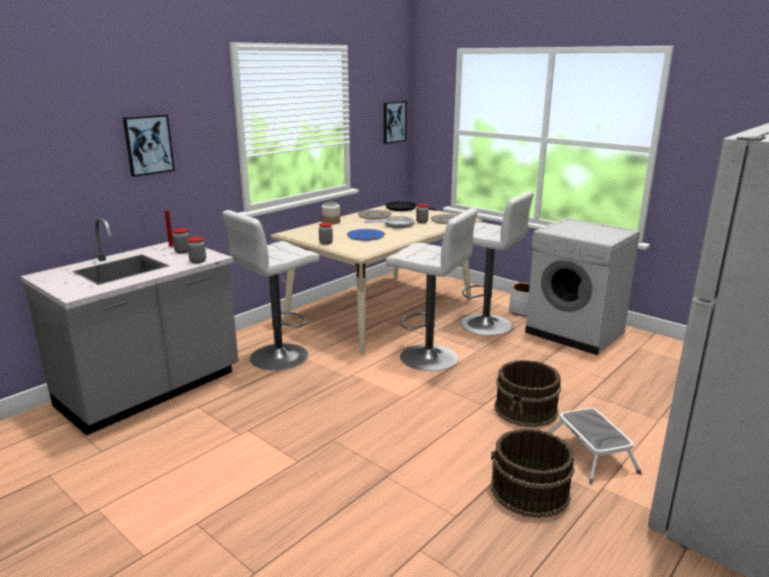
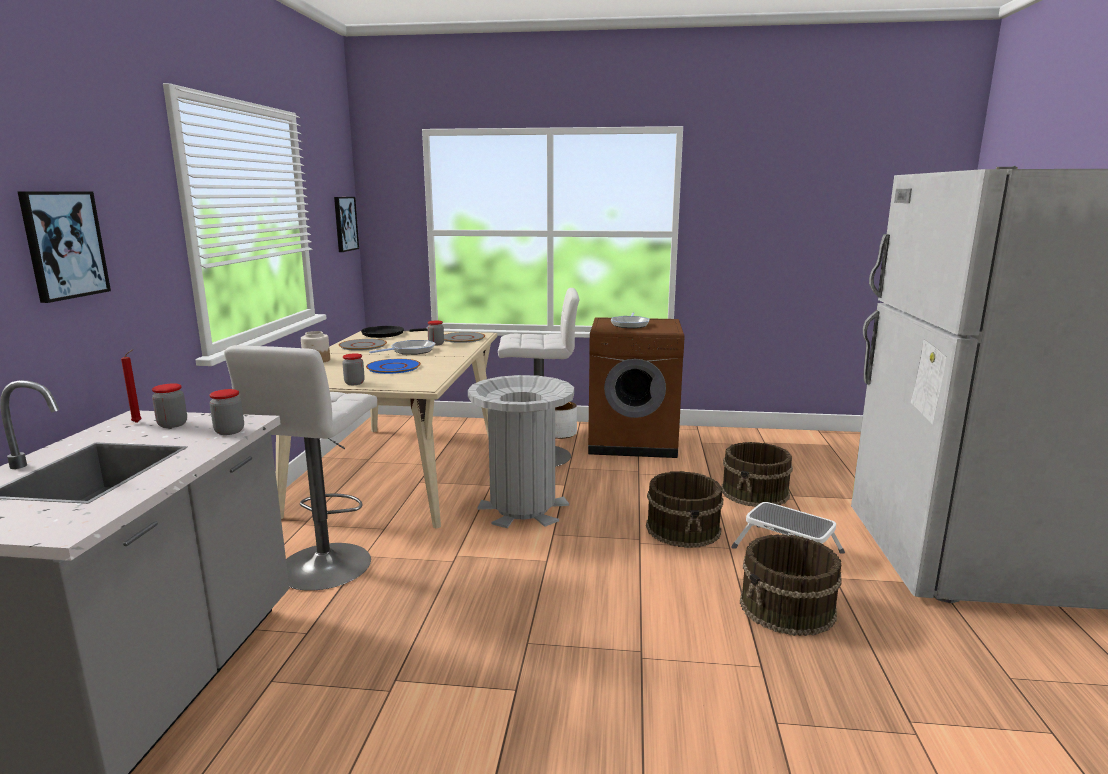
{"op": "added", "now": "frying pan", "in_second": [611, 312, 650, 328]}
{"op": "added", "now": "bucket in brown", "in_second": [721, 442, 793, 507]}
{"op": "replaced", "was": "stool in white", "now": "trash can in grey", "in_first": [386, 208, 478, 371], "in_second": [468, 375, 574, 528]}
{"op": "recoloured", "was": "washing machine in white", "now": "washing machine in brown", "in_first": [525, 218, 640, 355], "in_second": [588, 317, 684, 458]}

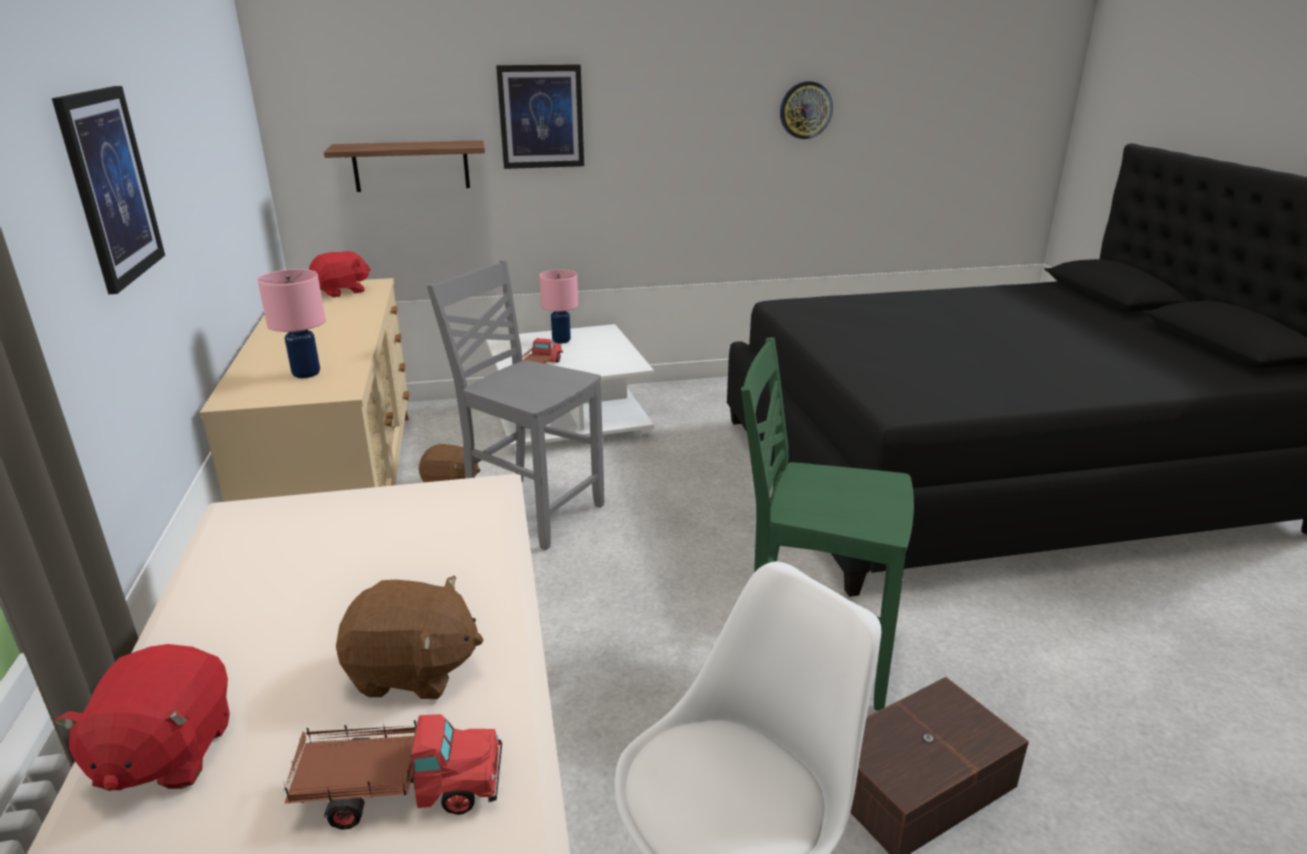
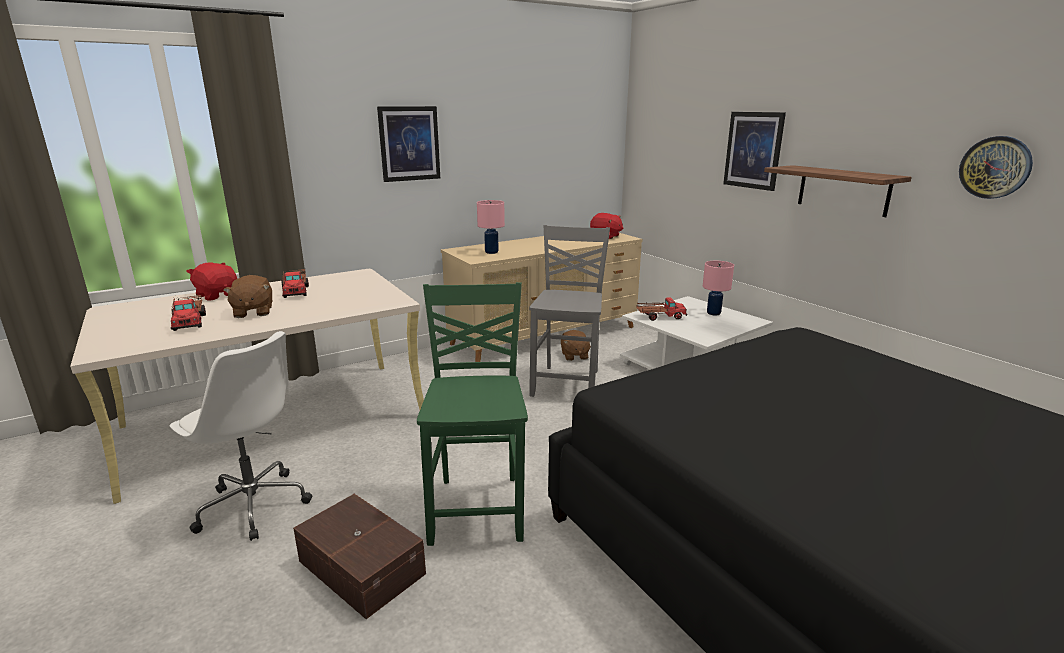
{"op": "added", "now": "toy truck", "in_second": [282, 269, 309, 298]}
{"op": "moved", "was": "shelf", "in_first": [324, 140, 485, 192], "in_second": [764, 165, 912, 217]}
{"op": "turned", "was": "plush toy in red", "in_first": [54, 644, 230, 791], "in_second": [186, 263, 237, 301], "clockwise": 60}

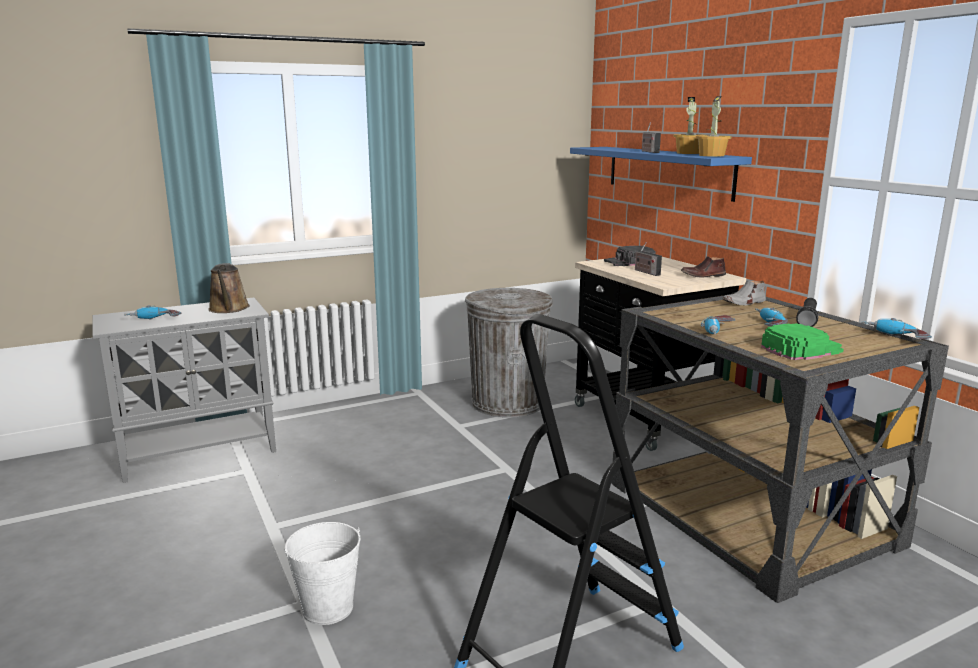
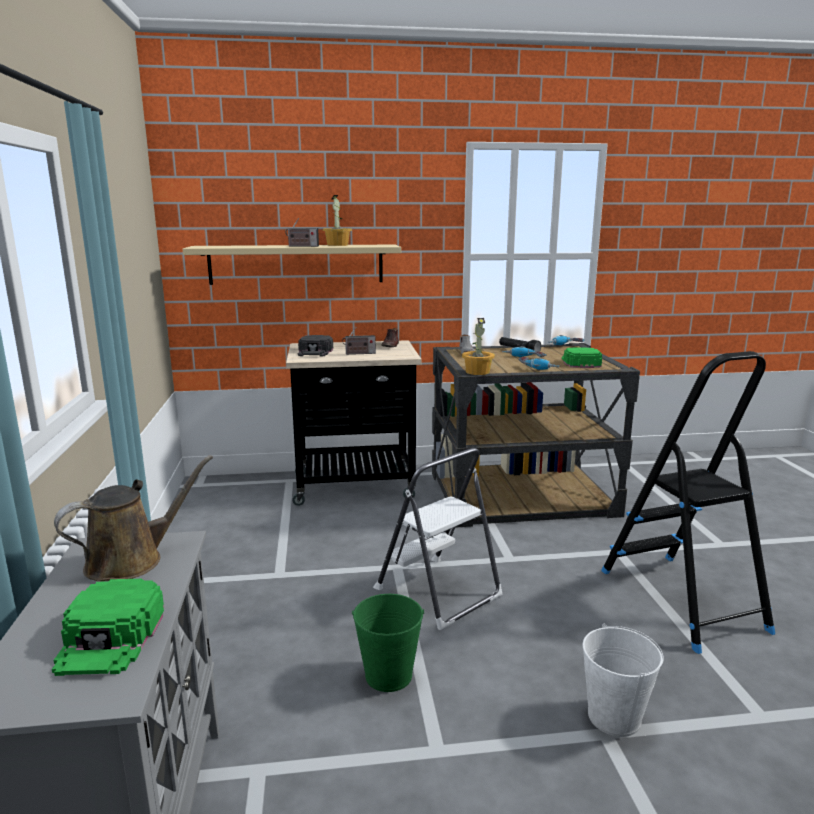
{"op": "removed", "was": "trash can in grey", "in_first": [465, 288, 553, 418]}
{"op": "added", "now": "bucket in green", "in_second": [352, 594, 424, 692]}
{"op": "added", "now": "step ladder in white", "in_second": [373, 448, 502, 630]}
{"op": "moved", "was": "potted plant", "in_first": [696, 96, 732, 157], "in_second": [462, 318, 495, 375]}
{"op": "replaced", "was": "power drill", "now": "cap in green", "in_first": [124, 305, 182, 319], "in_second": [52, 579, 164, 676]}
{"op": "recoloured", "was": "shelf in blue", "now": "shelf in beige", "in_first": [570, 147, 752, 202], "in_second": [183, 244, 401, 285]}
{"op": "turned", "was": "watering can in brown", "in_first": [208, 263, 250, 313], "in_second": [54, 455, 213, 581], "clockwise": -45}

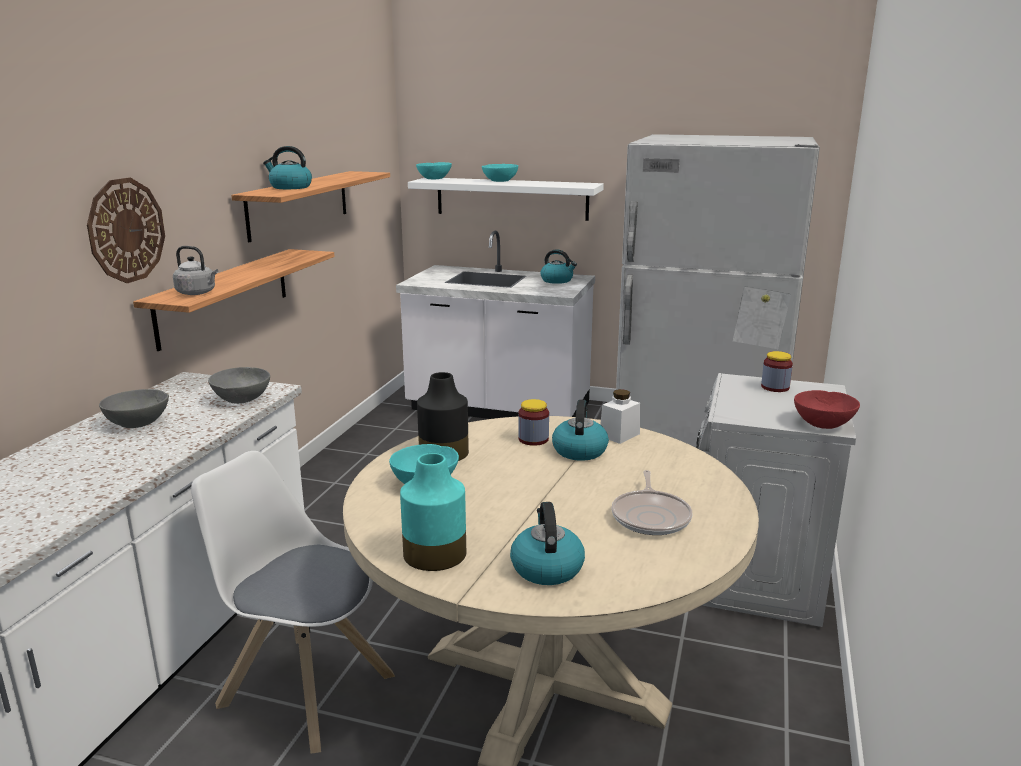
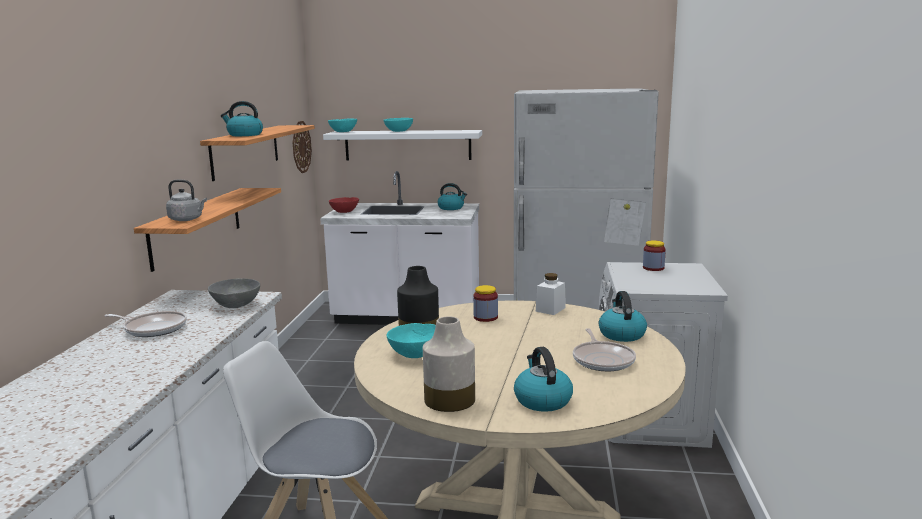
{"op": "moved", "was": "wall clock", "in_first": [87, 177, 165, 283], "in_second": [293, 121, 312, 173]}
{"op": "moved", "was": "kettle", "in_first": [552, 400, 609, 461], "in_second": [599, 291, 647, 342]}
{"op": "moved", "was": "bowl in red", "in_first": [794, 390, 860, 429], "in_second": [329, 197, 359, 213]}
{"op": "replaced", "was": "bowl in grey", "now": "frying pan", "in_first": [99, 389, 169, 428], "in_second": [105, 311, 187, 337]}
{"op": "recoloured", "was": "vase in turquoise", "now": "vase in beige", "in_first": [400, 453, 466, 571], "in_second": [423, 316, 475, 412]}

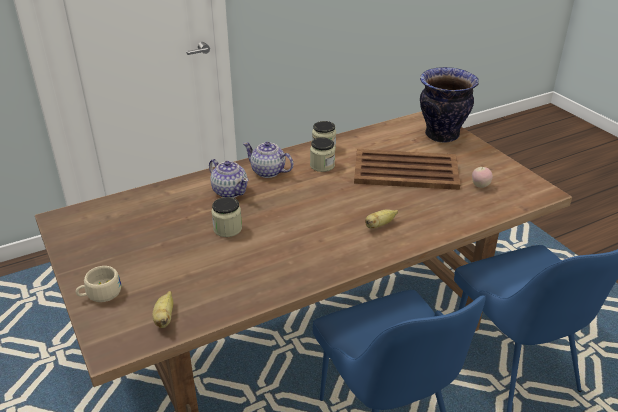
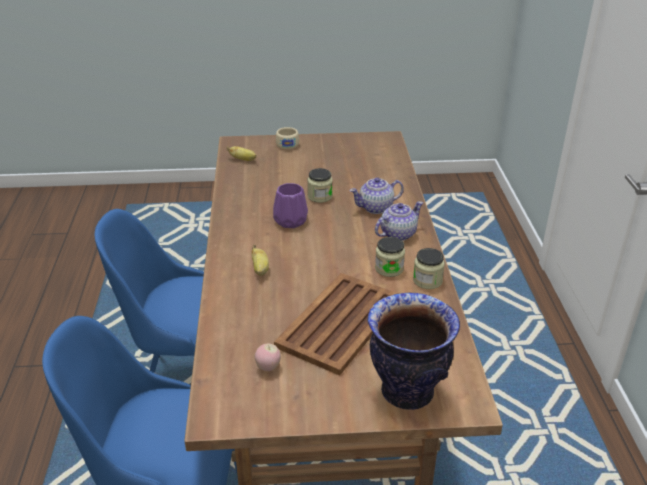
{"op": "added", "now": "vase in purple", "in_second": [273, 183, 308, 228]}

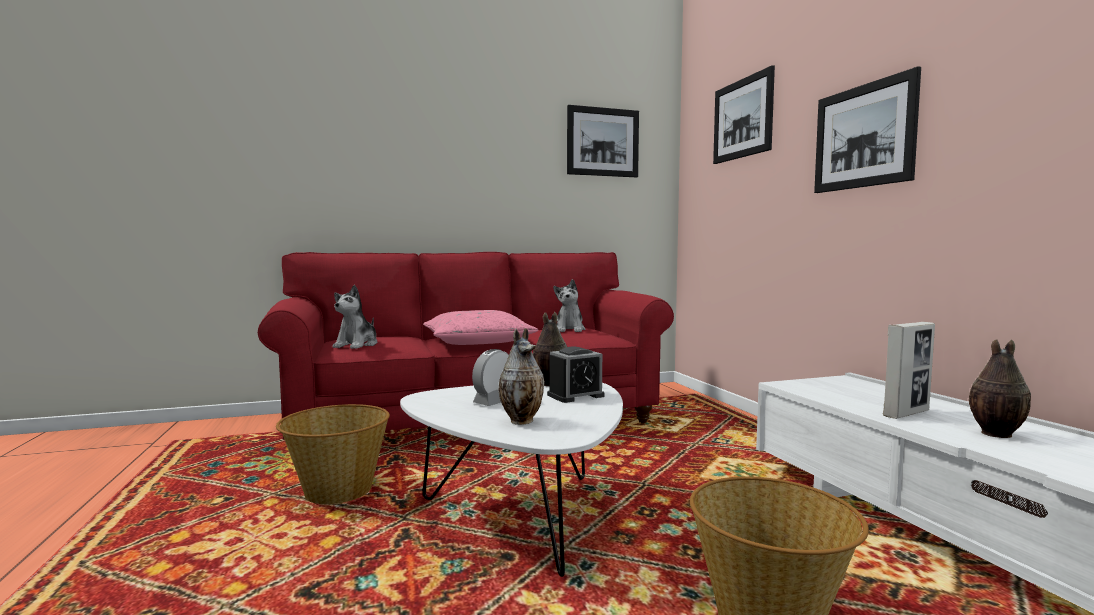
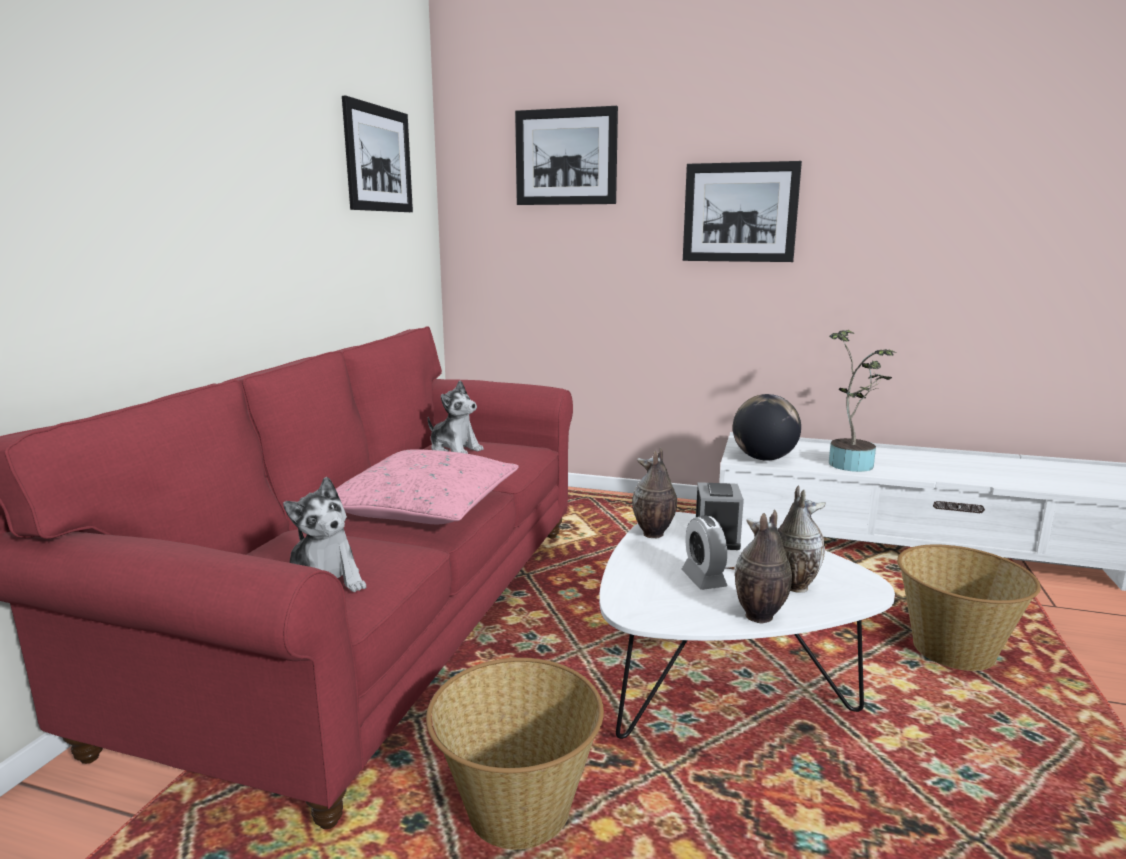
{"op": "added", "now": "globe", "in_second": [733, 394, 801, 461]}
{"op": "moved", "was": "vase", "in_first": [969, 339, 1031, 438], "in_second": [735, 510, 792, 623]}
{"op": "replaced", "was": "picture frame", "now": "potted plant", "in_first": [883, 322, 935, 419], "in_second": [829, 330, 897, 472]}

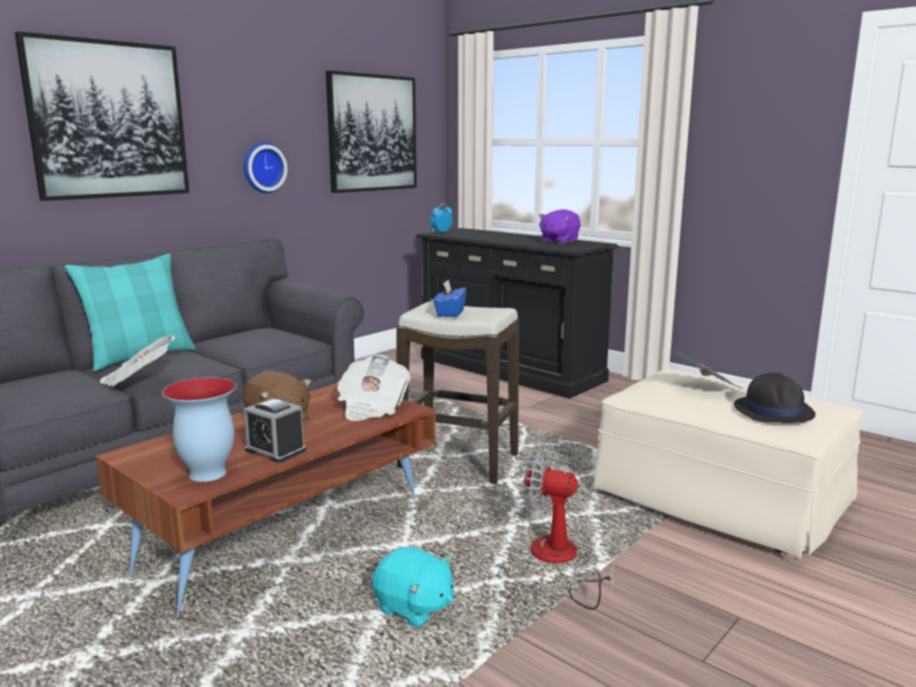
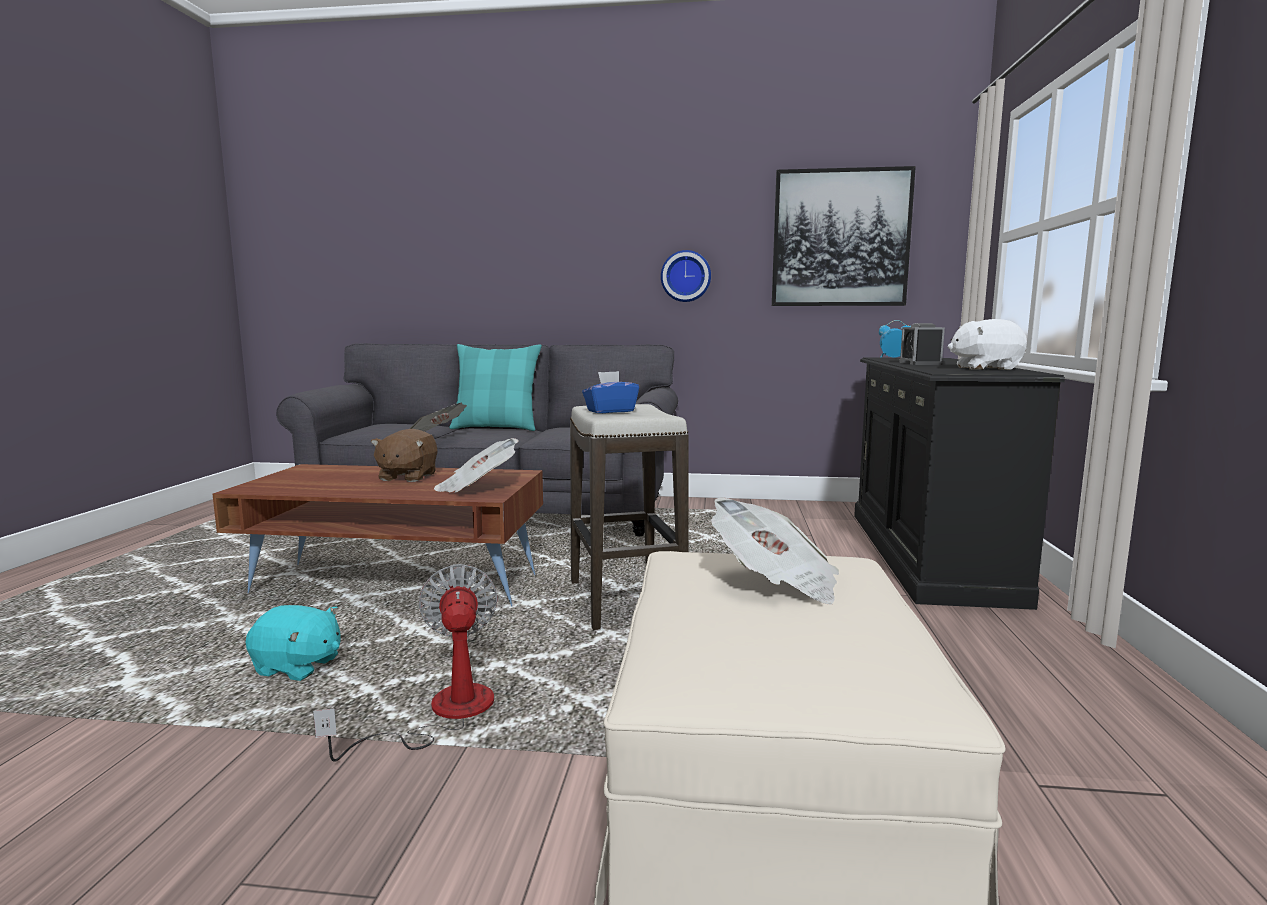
{"op": "removed", "was": "picture", "in_first": [15, 31, 189, 201]}
{"op": "removed", "was": "vase", "in_first": [162, 377, 236, 482]}
{"op": "removed", "was": "hat in black", "in_first": [734, 373, 816, 423]}
{"op": "moved", "was": "alarm clock", "in_first": [244, 398, 306, 463], "in_second": [899, 323, 945, 365]}
{"op": "recoloured", "was": "plush toy in purple", "now": "plush toy in white", "in_first": [539, 209, 580, 244], "in_second": [948, 319, 1027, 370]}
{"op": "turned", "was": "plush toy in turquoise", "in_first": [372, 546, 454, 628], "in_second": [246, 605, 341, 681], "clockwise": -75}

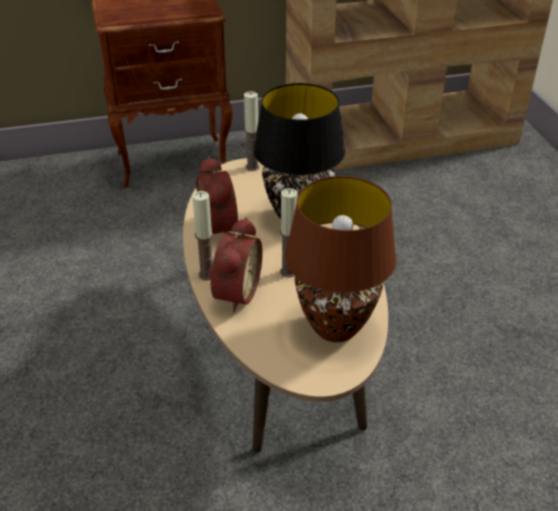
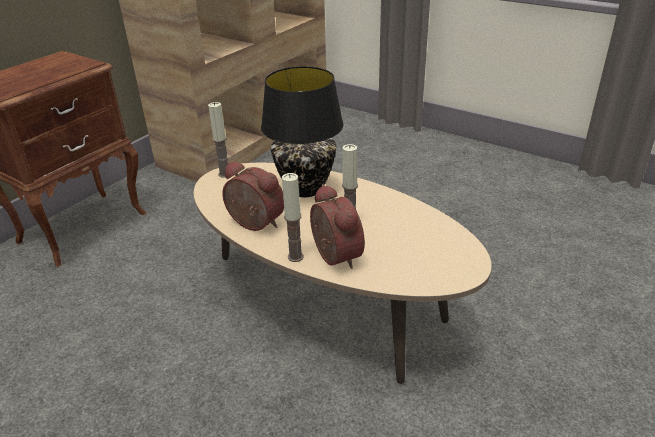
{"op": "removed", "was": "table lamp in brown", "in_first": [285, 176, 397, 342]}

